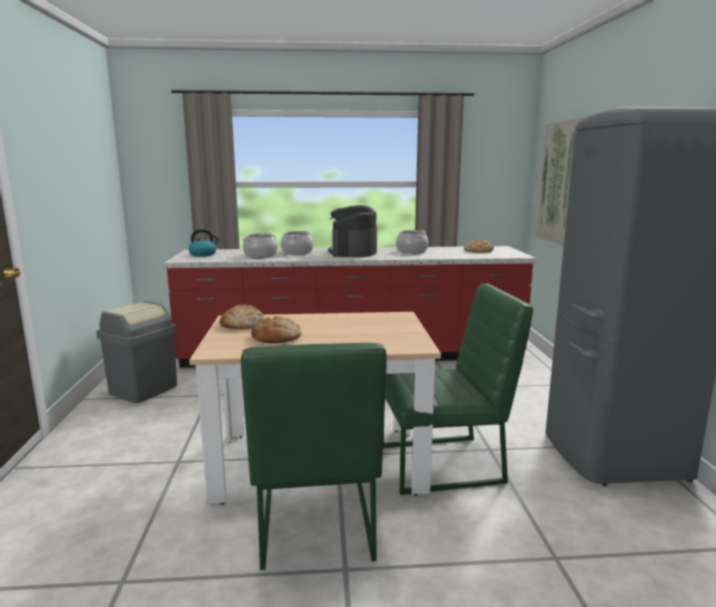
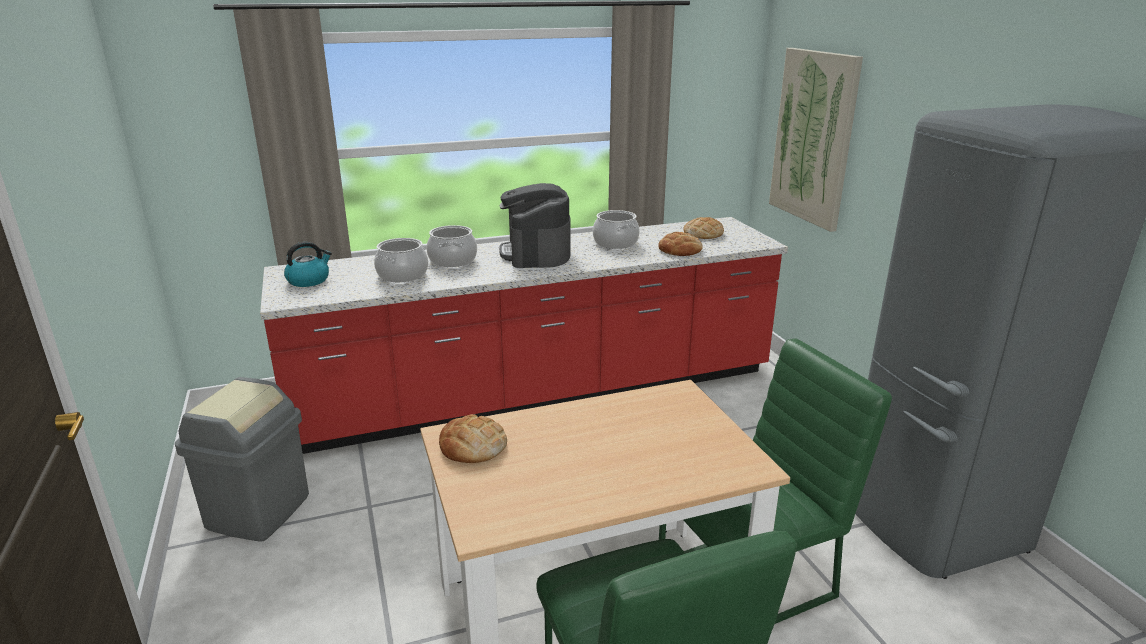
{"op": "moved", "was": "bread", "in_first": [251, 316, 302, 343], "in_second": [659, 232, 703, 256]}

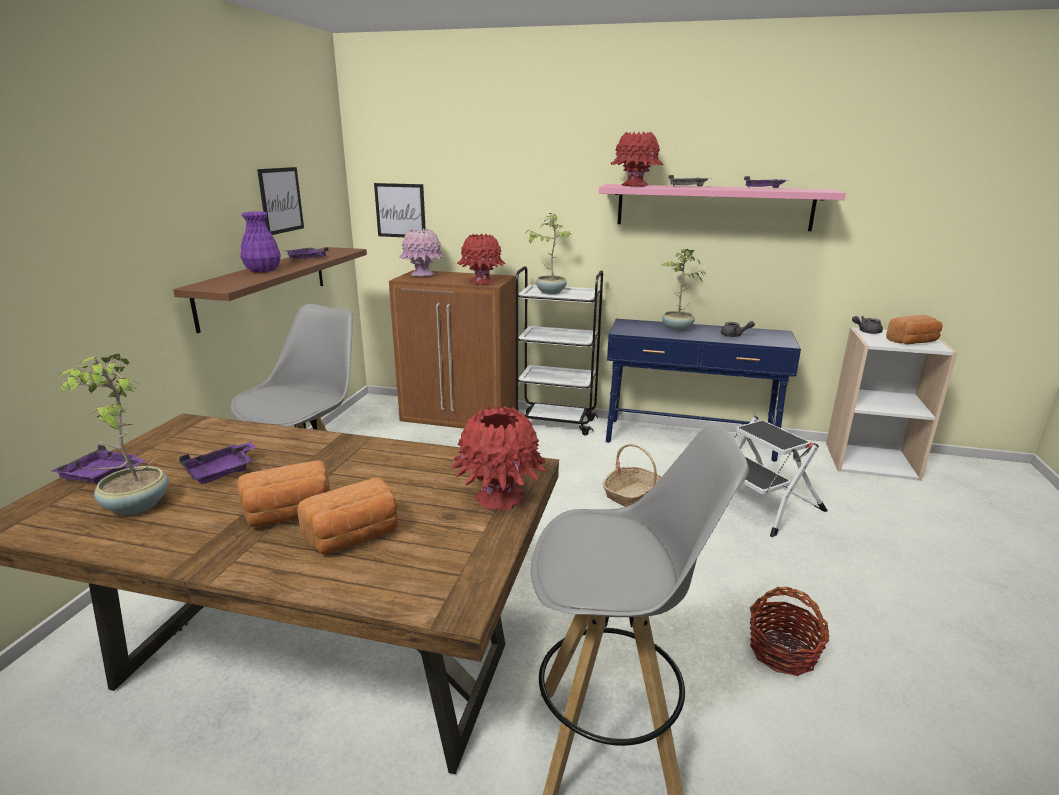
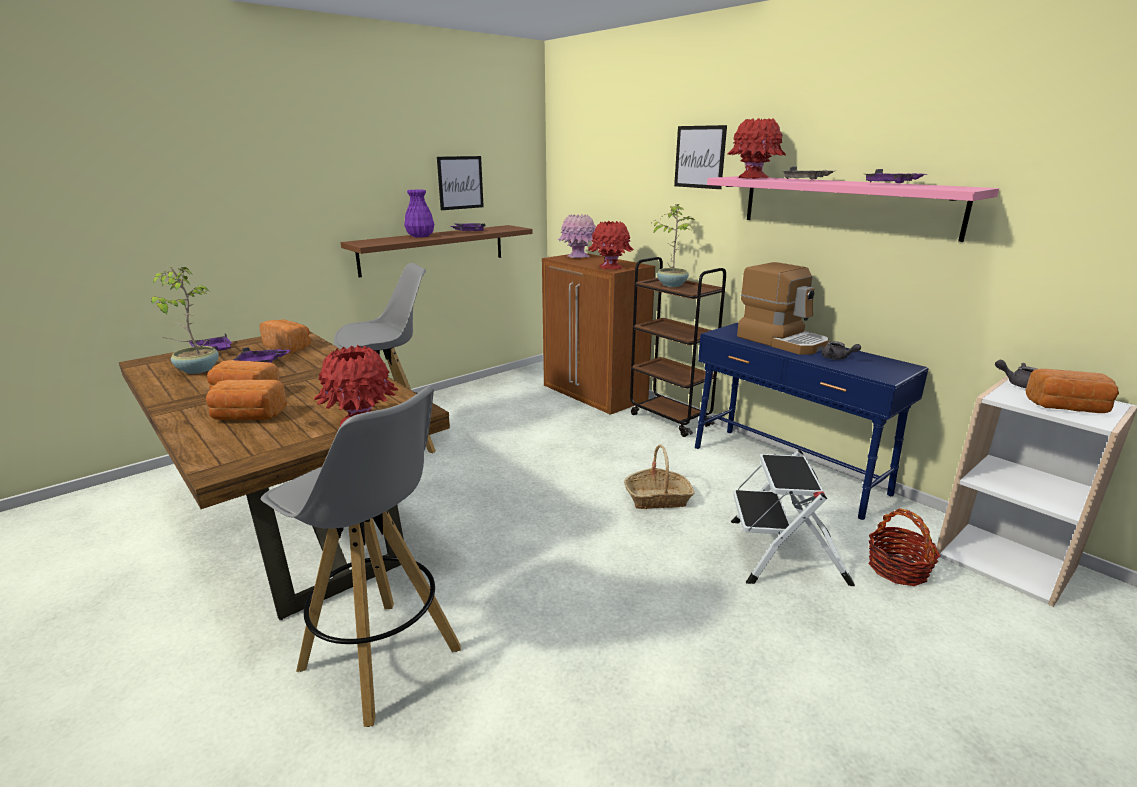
{"op": "added", "now": "bread", "in_second": [259, 319, 311, 353]}
{"op": "moved", "was": "picture", "in_first": [374, 183, 426, 237], "in_second": [674, 125, 727, 189]}
{"op": "moved", "was": "basket", "in_first": [750, 587, 829, 676], "in_second": [869, 508, 940, 586]}
{"op": "replaced", "was": "potted plant", "now": "coffee machine", "in_first": [662, 249, 706, 331], "in_second": [737, 262, 829, 355]}
{"op": "recoloured", "was": "cart in white", "now": "cart in brown", "in_first": [515, 266, 603, 435], "in_second": [630, 257, 726, 437]}

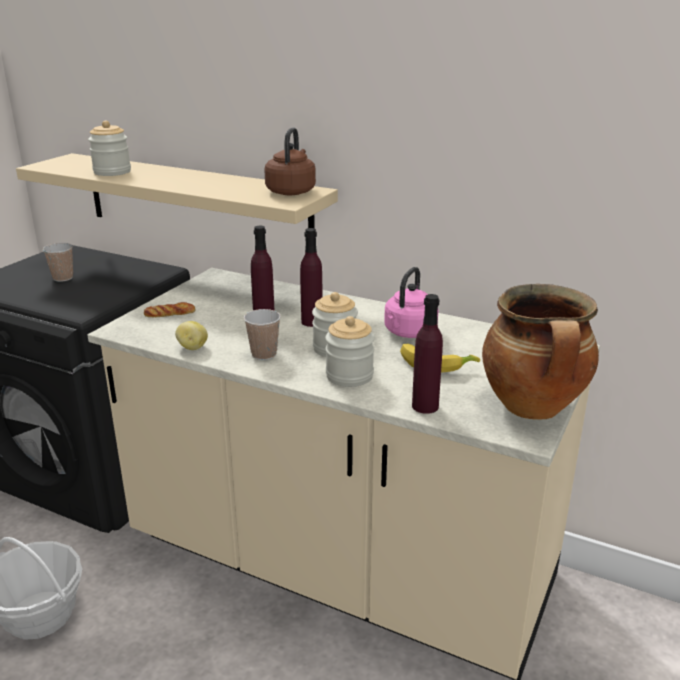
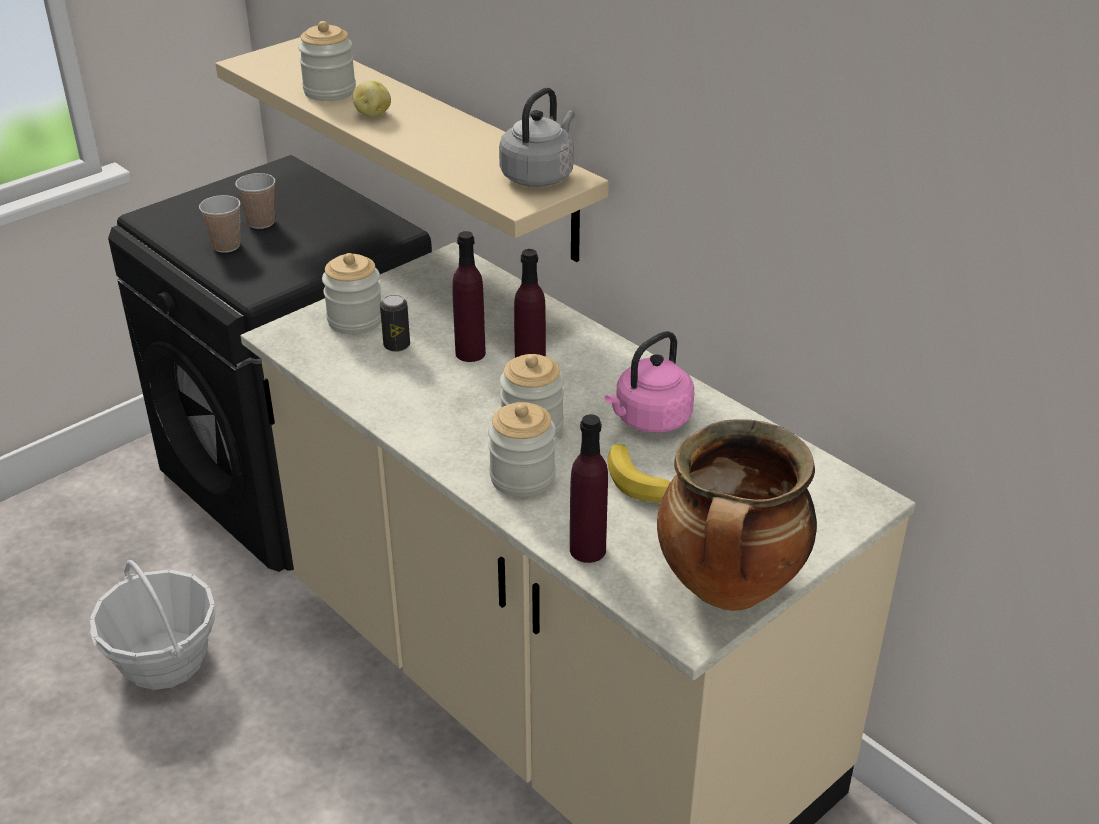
{"op": "added", "now": "can", "in_second": [380, 295, 410, 352]}
{"op": "moved", "was": "potato", "in_first": [175, 321, 208, 350], "in_second": [353, 81, 391, 117]}
{"op": "moved", "was": "cup", "in_first": [244, 309, 281, 360], "in_second": [199, 195, 241, 253]}
{"op": "replaced", "was": "bread", "now": "jar", "in_first": [144, 302, 196, 317], "in_second": [322, 253, 381, 334]}
{"op": "recoloured", "was": "kettle in brown", "now": "kettle in grey", "in_first": [264, 127, 316, 195], "in_second": [499, 88, 575, 187]}

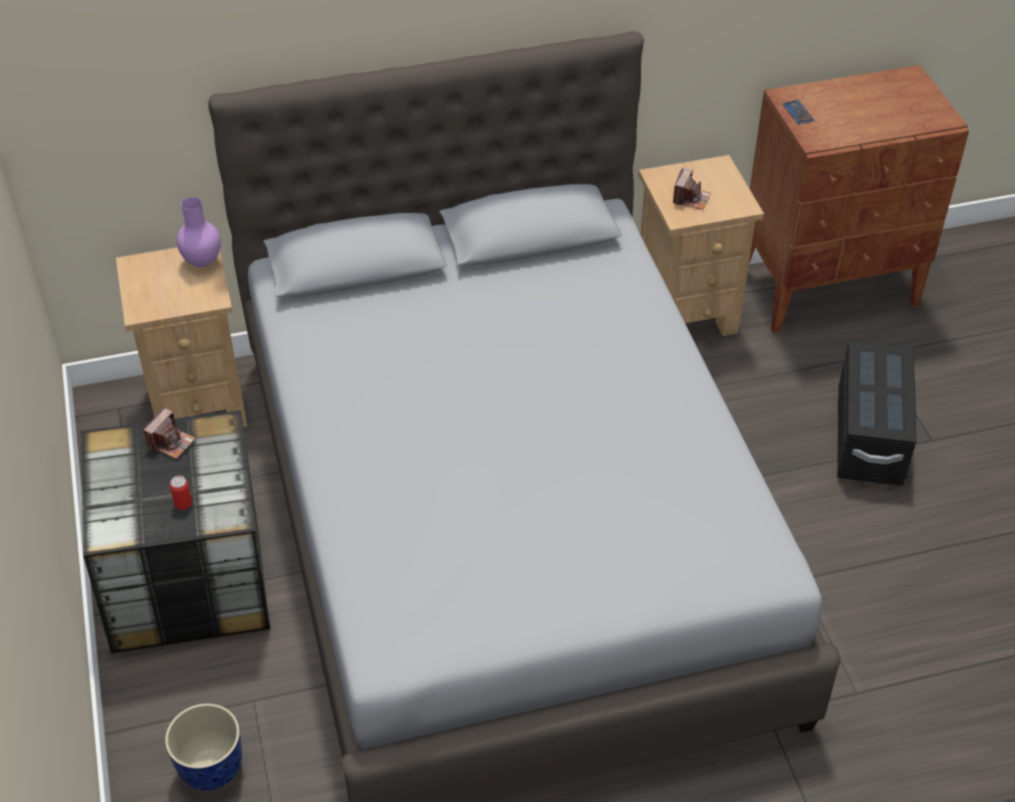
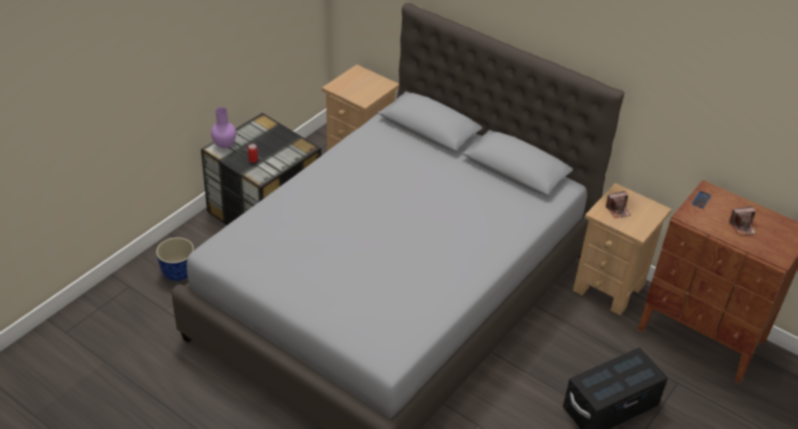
{"op": "moved", "was": "photo camera", "in_first": [143, 408, 196, 459], "in_second": [729, 206, 757, 235]}
{"op": "moved", "was": "vase in purple", "in_first": [177, 197, 221, 267], "in_second": [211, 107, 236, 148]}

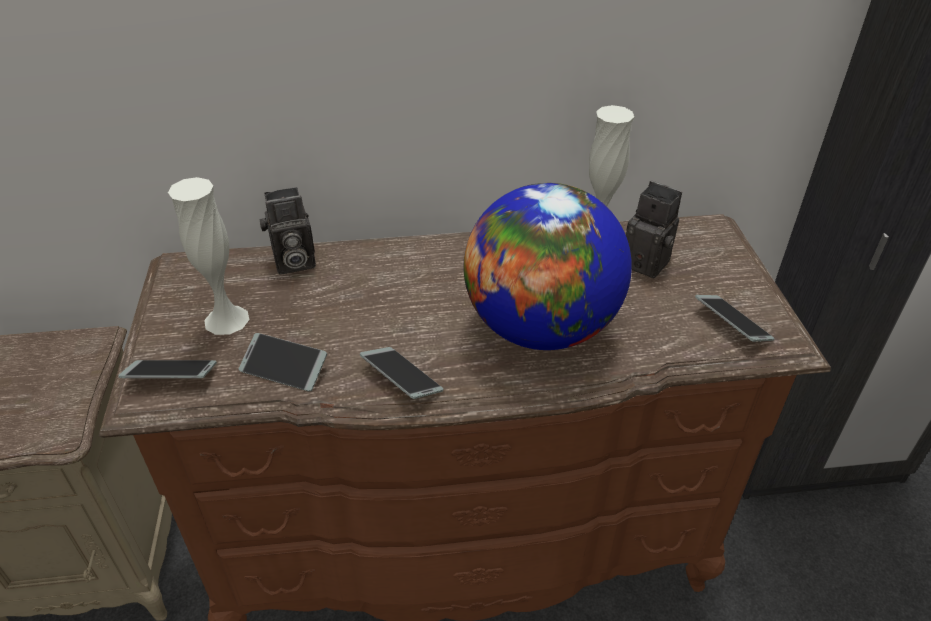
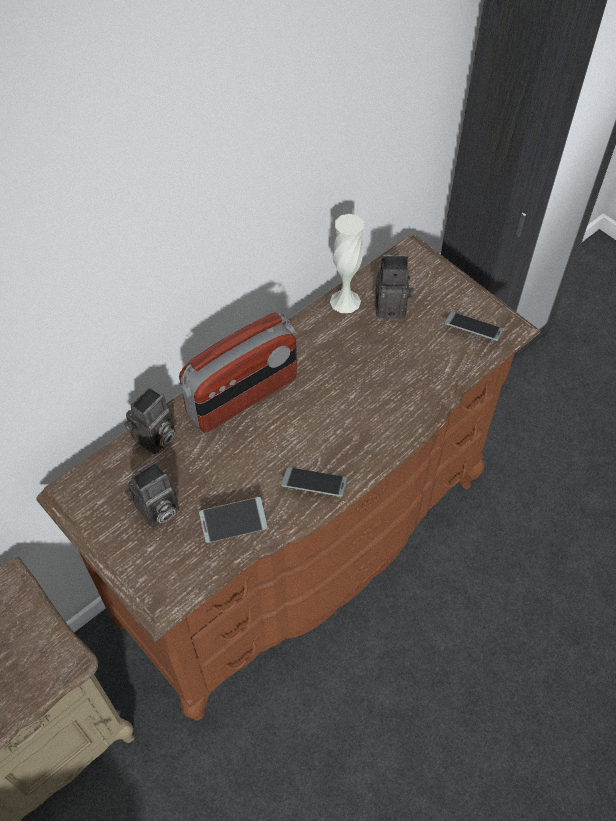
{"op": "removed", "was": "phone", "in_first": [118, 360, 217, 378]}
{"op": "removed", "was": "globe", "in_first": [463, 183, 632, 350]}
{"op": "added", "now": "radio", "in_second": [179, 312, 297, 433]}
{"op": "replaced", "was": "vase in white", "now": "photo camera", "in_first": [168, 177, 250, 335], "in_second": [125, 462, 179, 528]}

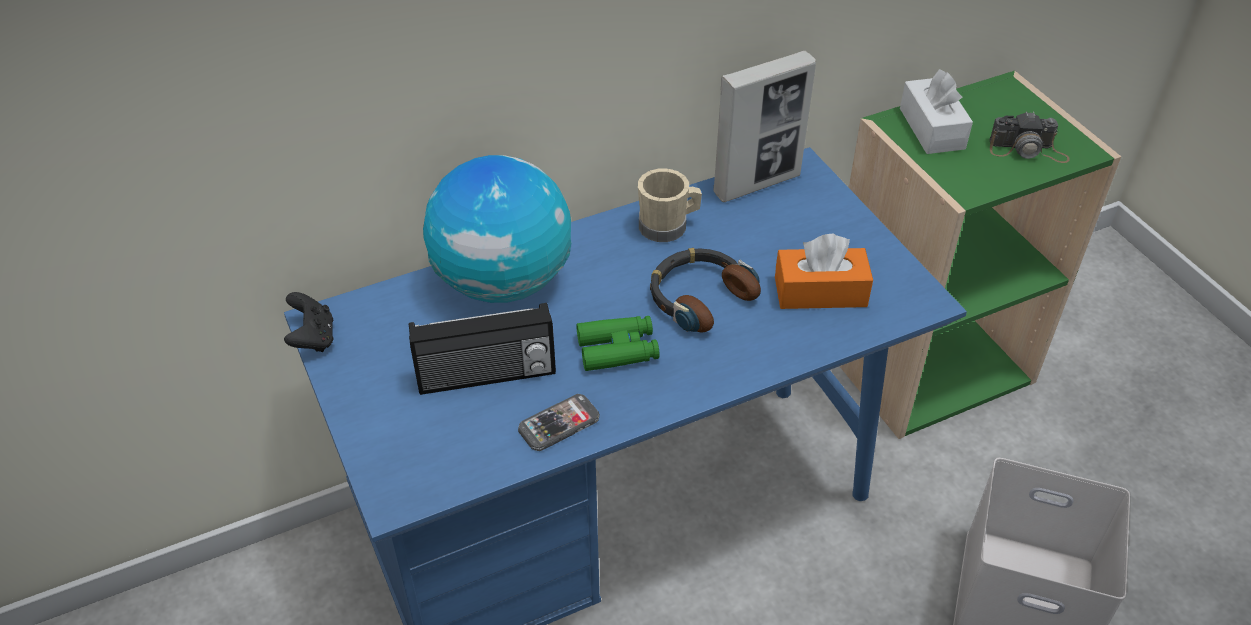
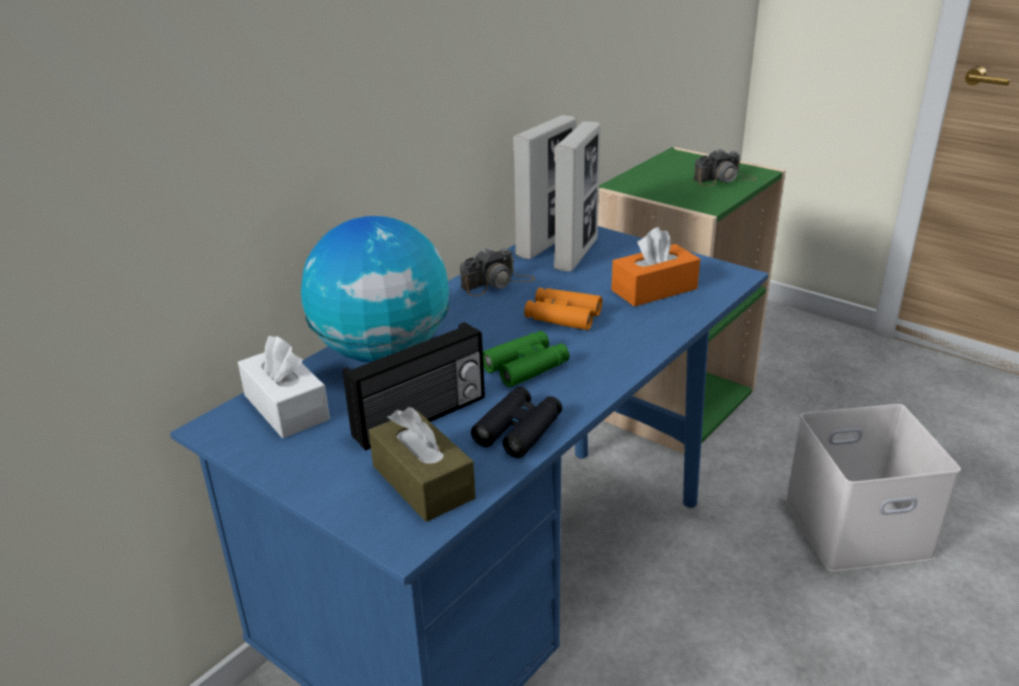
{"op": "removed", "was": "game controller in black", "in_first": [284, 292, 333, 352]}
{"op": "added", "now": "tissue box in brown", "in_second": [369, 407, 476, 522]}
{"op": "added", "now": "picture frame", "in_second": [554, 121, 601, 272]}
{"op": "moved", "was": "tissue box in white", "in_first": [900, 69, 973, 154], "in_second": [238, 336, 330, 438]}
{"op": "replaced", "was": "phone", "now": "binoculars in black", "in_first": [518, 394, 600, 451], "in_second": [471, 387, 562, 458]}
{"op": "replaced", "was": "mug in beige", "now": "photo camera", "in_first": [638, 168, 702, 242], "in_second": [460, 247, 535, 296]}
{"op": "replaced", "was": "headphones", "now": "binoculars in orange", "in_first": [650, 248, 761, 332], "in_second": [524, 288, 602, 330]}

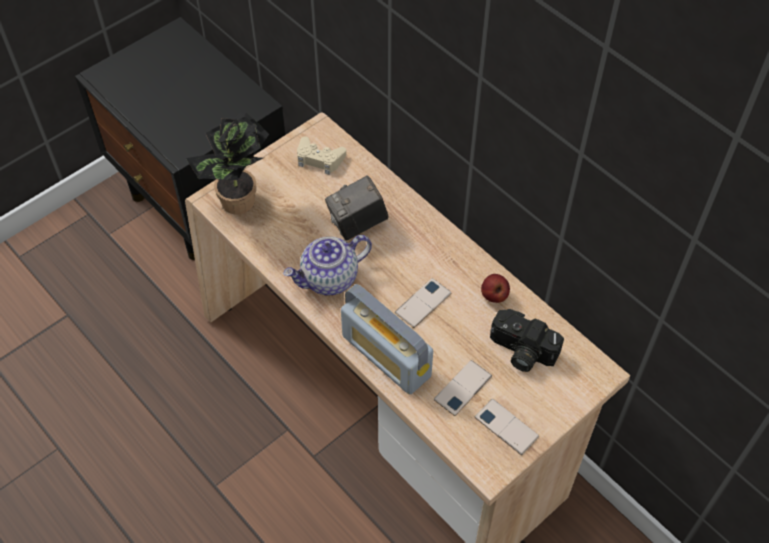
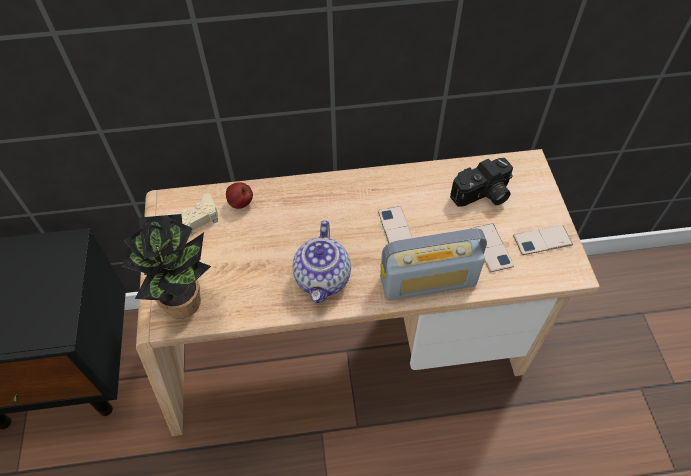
{"op": "removed", "was": "photo camera", "in_first": [325, 175, 389, 241]}
{"op": "moved", "was": "apple", "in_first": [481, 274, 510, 303], "in_second": [226, 182, 253, 209]}

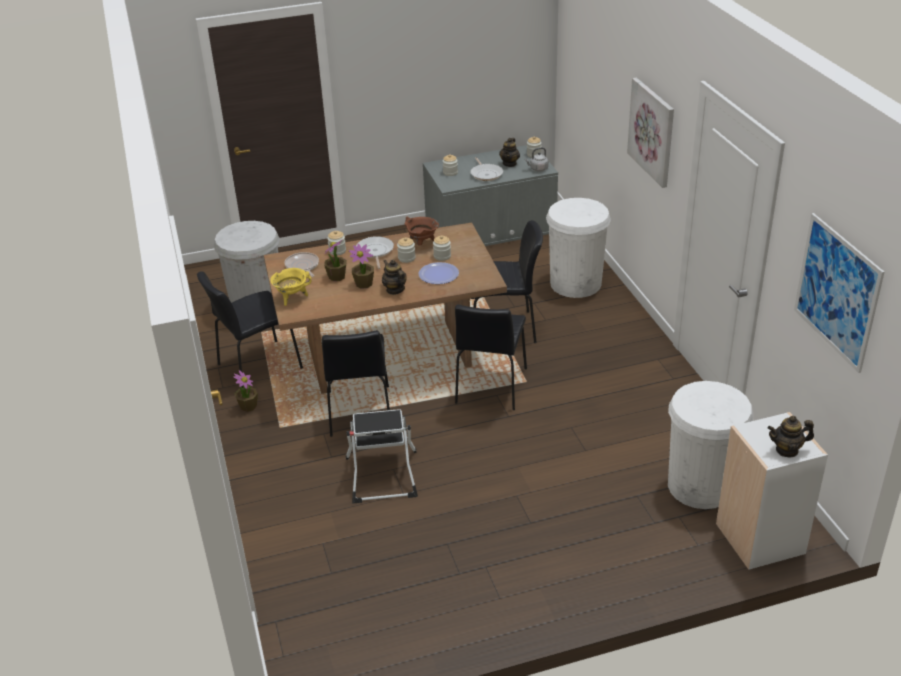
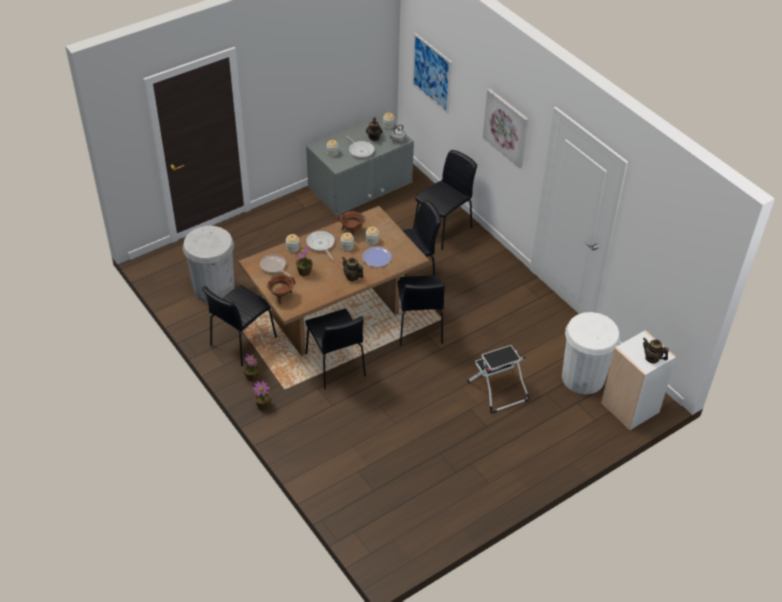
{"op": "moved", "was": "step ladder", "in_first": [346, 409, 418, 503], "in_second": [467, 345, 531, 414]}
{"op": "moved", "was": "potted plant", "in_first": [349, 244, 374, 289], "in_second": [253, 380, 271, 410]}
{"op": "moved", "was": "picture", "in_first": [794, 213, 884, 373], "in_second": [412, 33, 452, 114]}
{"op": "replaced", "was": "trash can in white", "now": "chair in black", "in_first": [546, 198, 611, 298], "in_second": [413, 150, 477, 250]}
{"op": "recoloured", "was": "cooking pot in yellow", "now": "cooking pot in brown", "in_first": [270, 268, 312, 306], "in_second": [267, 275, 296, 304]}
{"op": "turned", "was": "teapot", "in_first": [767, 416, 814, 458], "in_second": [643, 338, 669, 364], "clockwise": 60}

